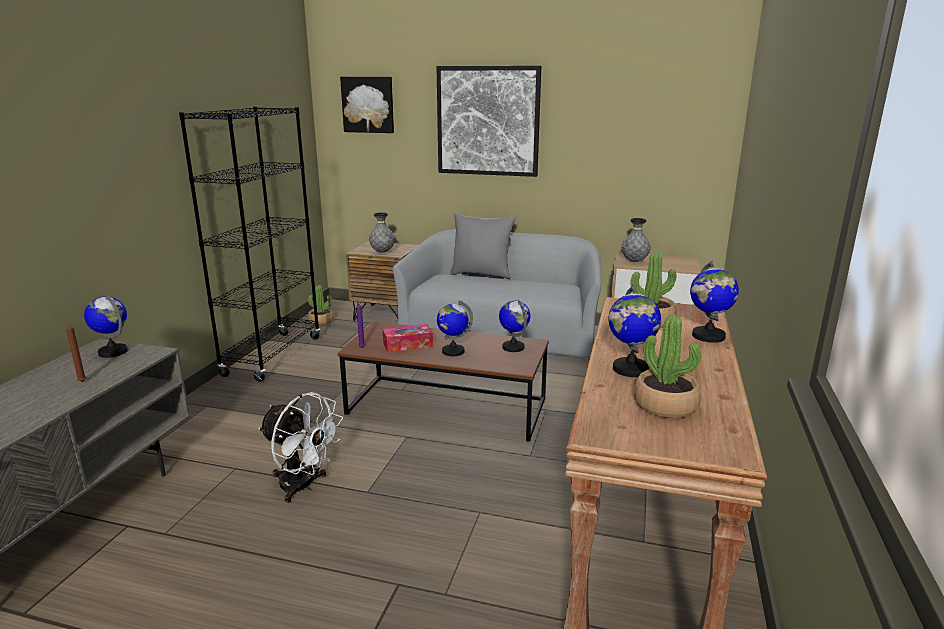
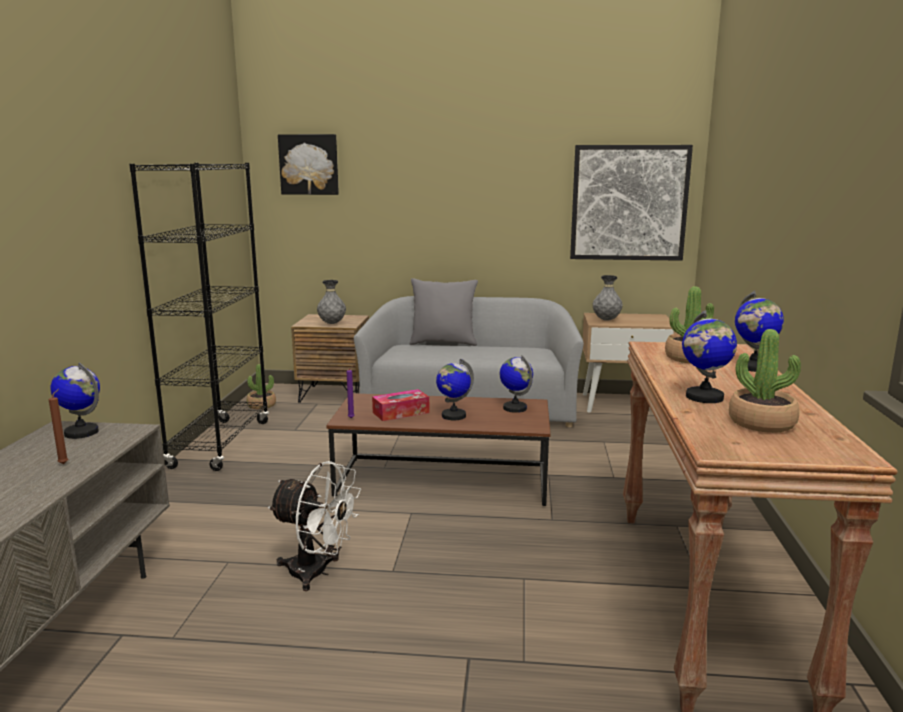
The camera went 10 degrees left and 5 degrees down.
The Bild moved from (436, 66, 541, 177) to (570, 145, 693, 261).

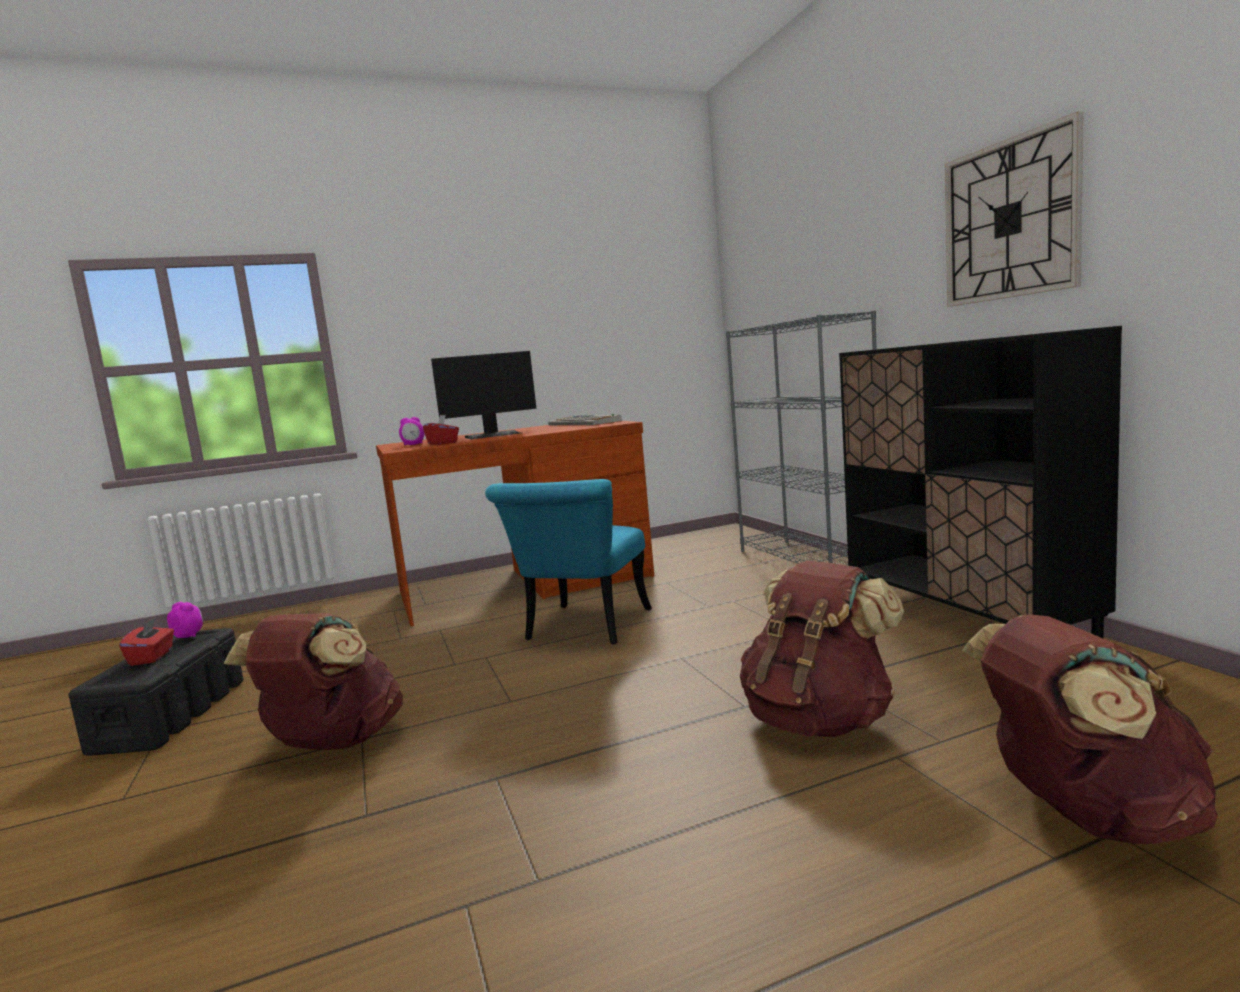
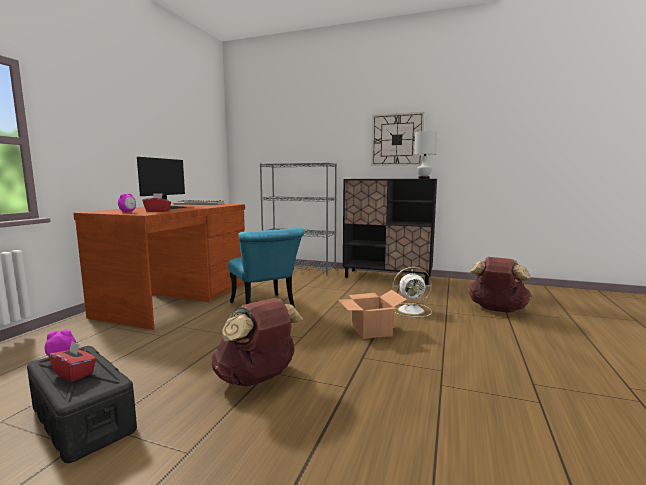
The camera went 50 degrees left and 0 degrees up.
The Rucksack [braun] at (740, 560, 904, 737) was replaced by the Ventilator [weiß] at (392, 267, 432, 317).
The Tischlampe [weiß] at (414, 131, 437, 179) appeared.
The Karton at (338, 290, 407, 339) appeared.

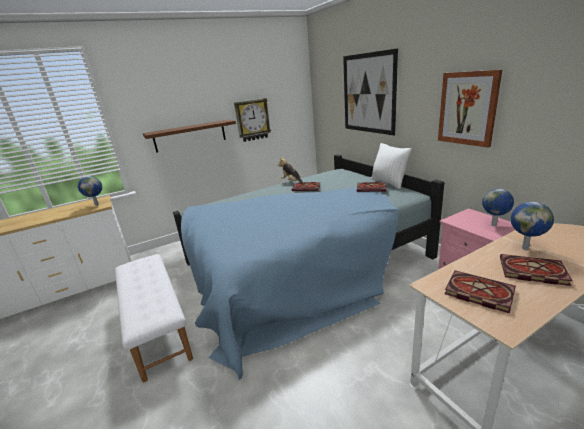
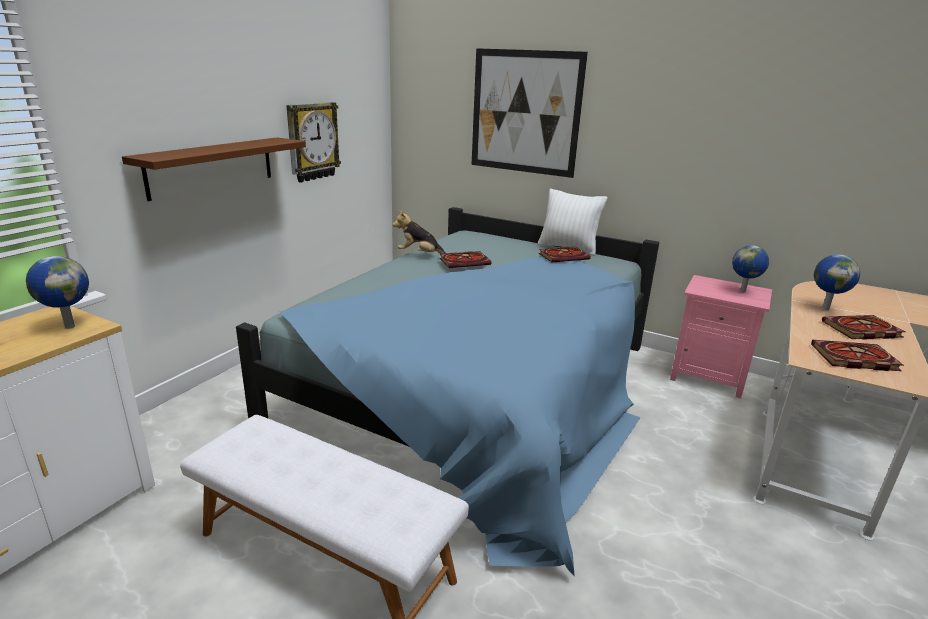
The camera went 35 degrees left and 0 degrees up.
The Bild at (438, 70, 502, 148) disappeared.

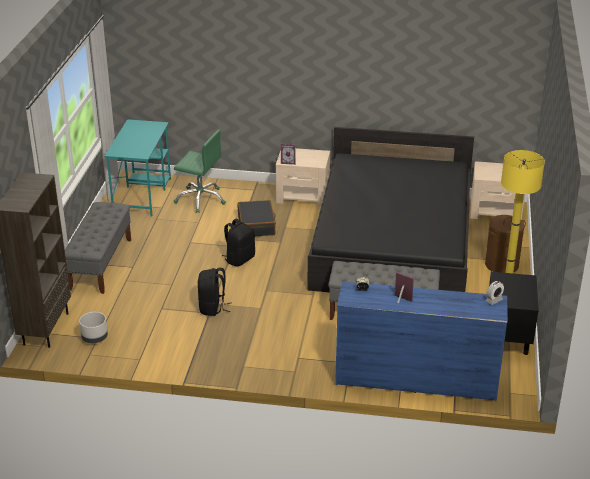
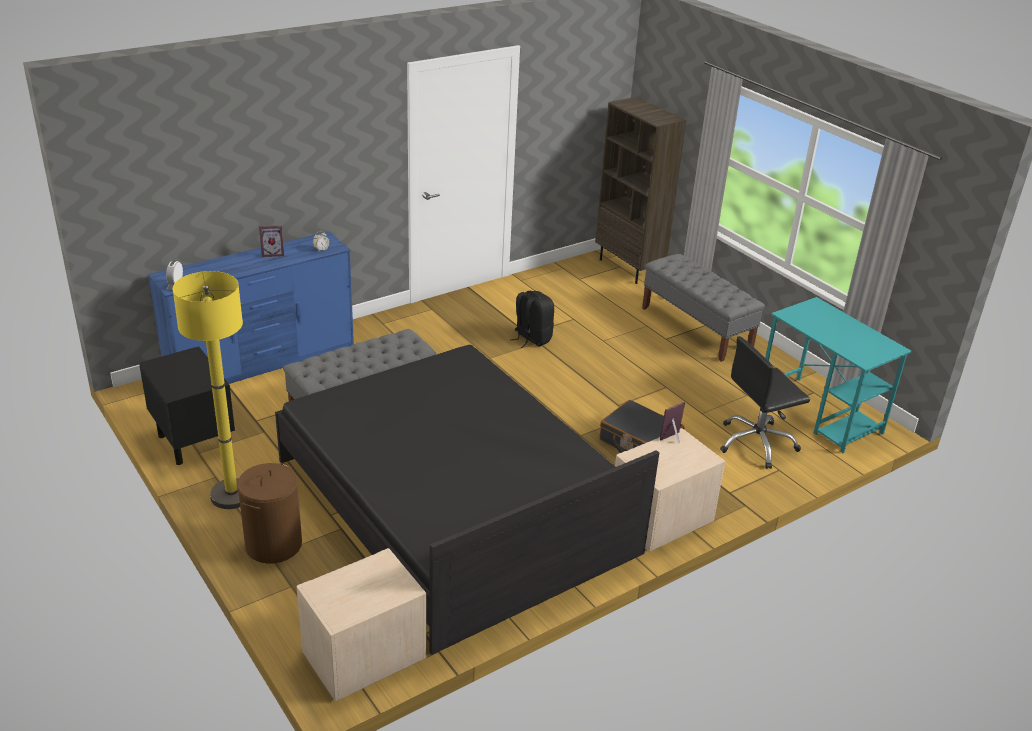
The camera went 135 degrees right and 0 degrees up.
The Bürostuhl [grün] at (174, 130, 226, 213) became the Bürostuhl [schwarz] at (720, 336, 810, 469).
The Rucksack [schwarz] at (222, 219, 255, 266) disappeared.
The Pflanzkübel [grau] at (79, 312, 108, 343) disappeared.

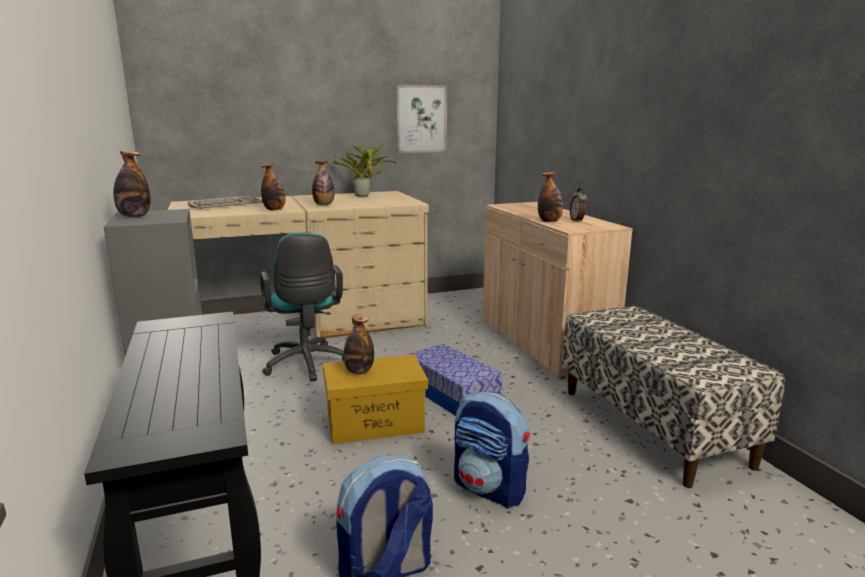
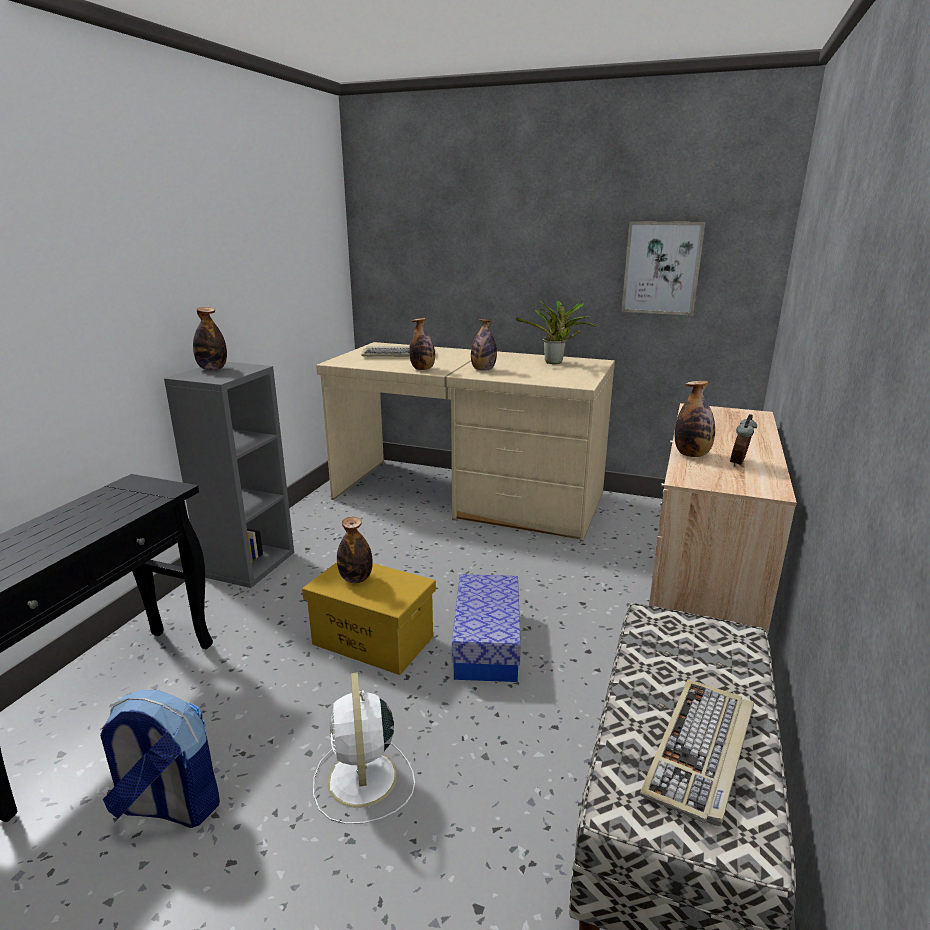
The camera went 40 degrees right and 5 degrees up.
The Bürostuhl [türkis] at (260, 232, 344, 382) disappeared.
The Rucksack at (454, 392, 530, 507) was replaced by the Ventilator [weiß] at (313, 672, 415, 824).
The Tastatur at (640, 679, 754, 826) appeared.

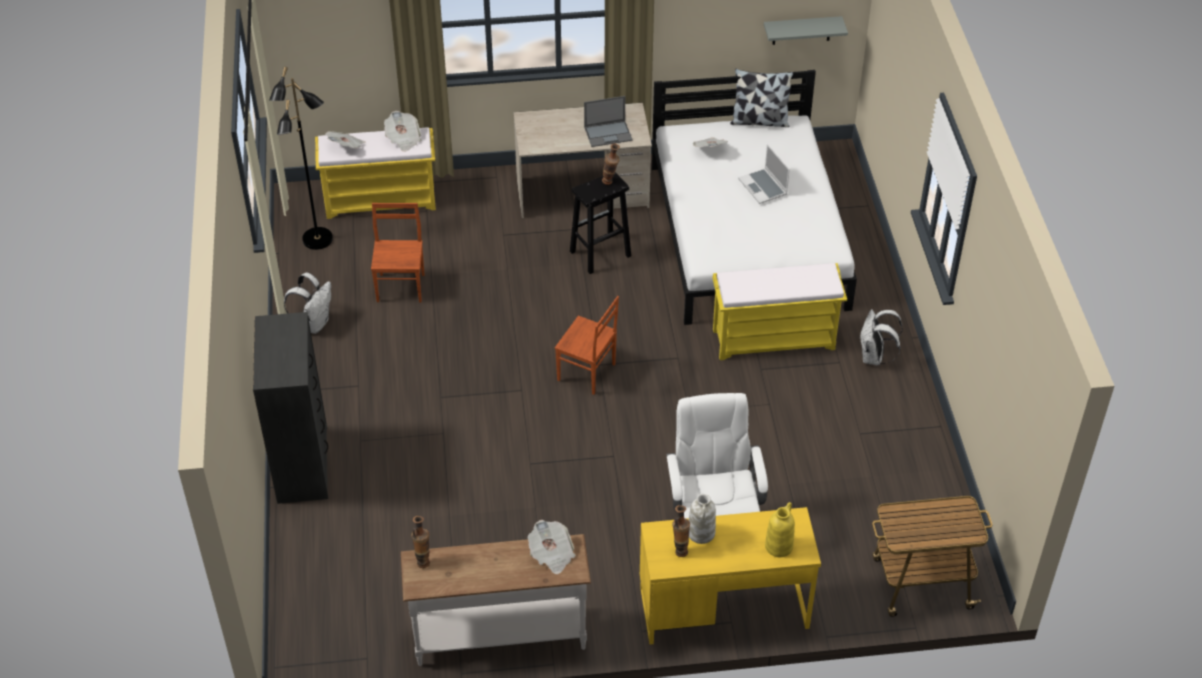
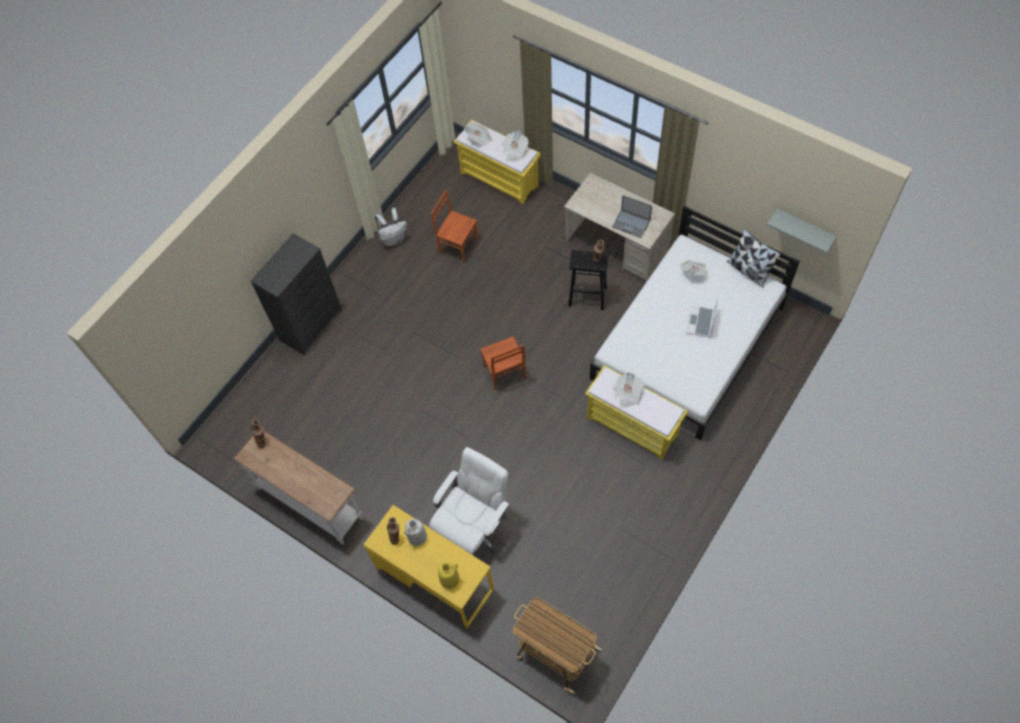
The camera went 45 degrees right and 15 degrees up.
The Stehlampe [schwarz] at (269, 67, 333, 250) disappeared.
The Stuhl [braun] at (371, 203, 425, 302) turned 105 degrees counterclockwise.
The Rucksack [weiß] at (859, 309, 903, 366) disappeared.
The Zeitung moved from (528, 520, 576, 574) to (613, 372, 644, 408).

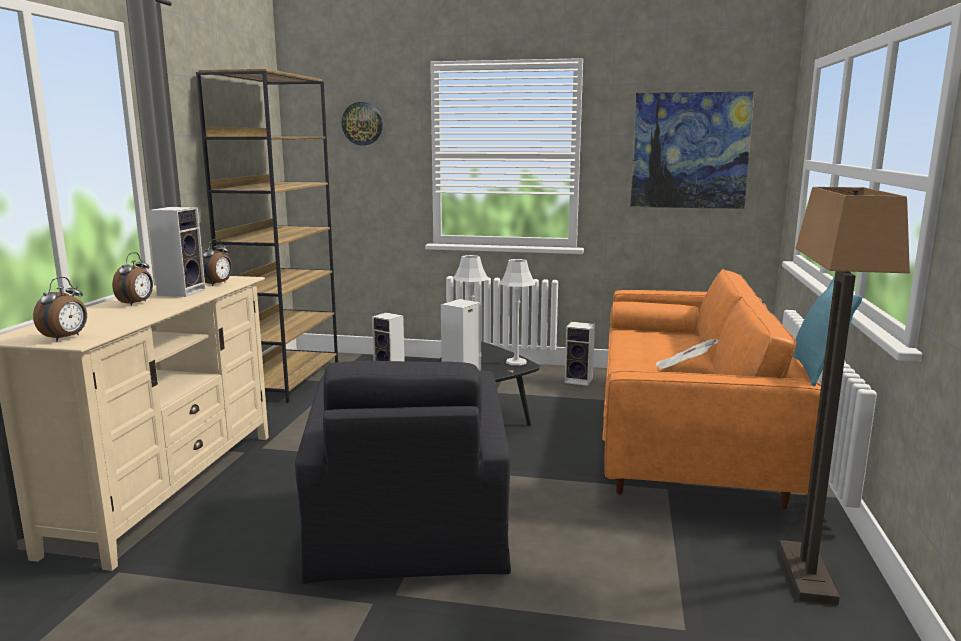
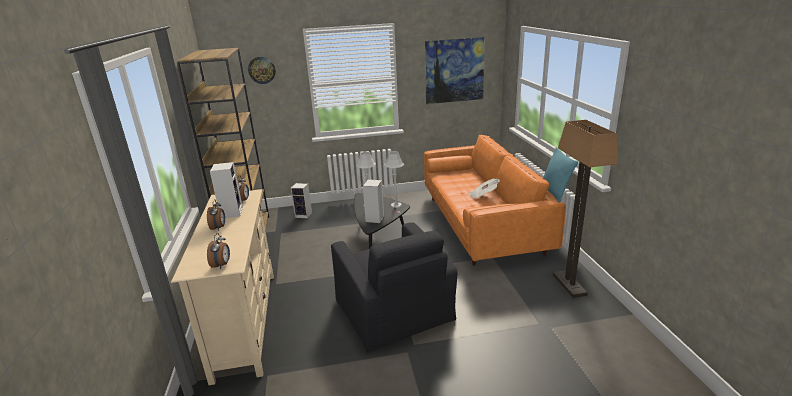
The camera went 20 degrees left and 10 degrees up.
The Lautsprecher at (565, 322, 595, 386) disappeared.

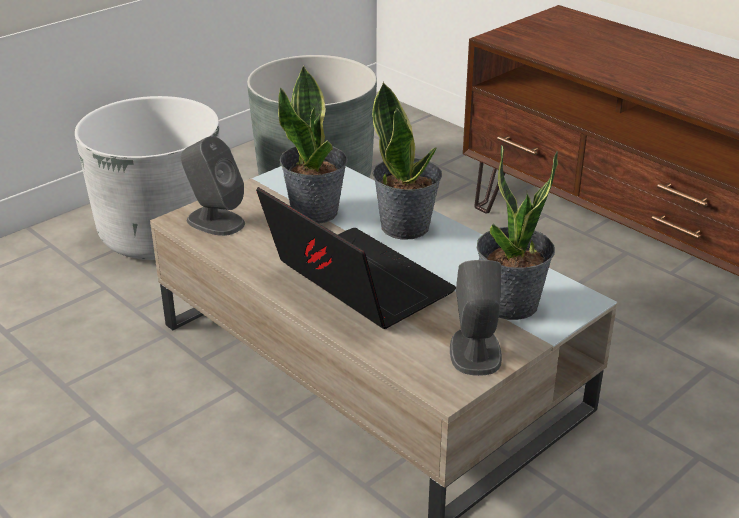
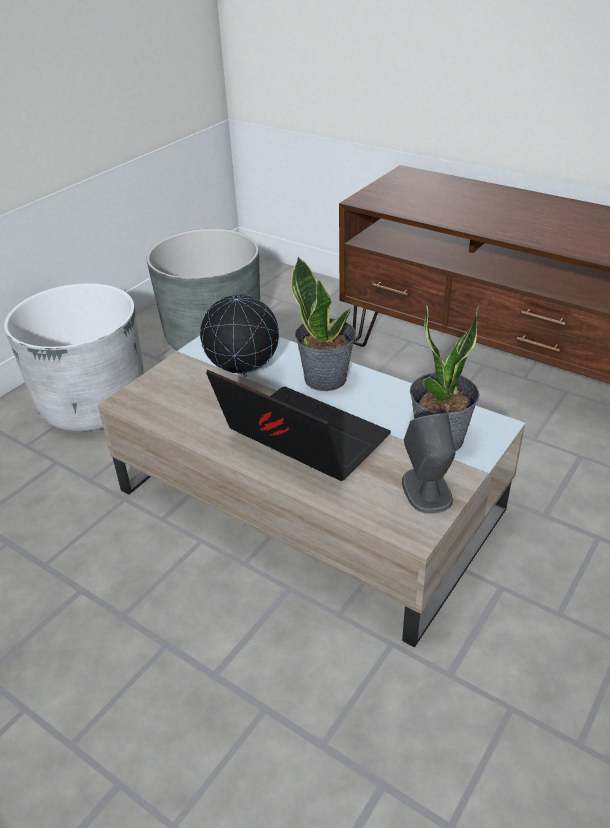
The camera went 10 degrees left and 5 degrees up.
The Topfpflanze at (278, 65, 347, 224) was replaced by the Globus at (200, 290, 279, 377).
The Lautsprecher [grau] at (181, 136, 245, 236) disappeared.

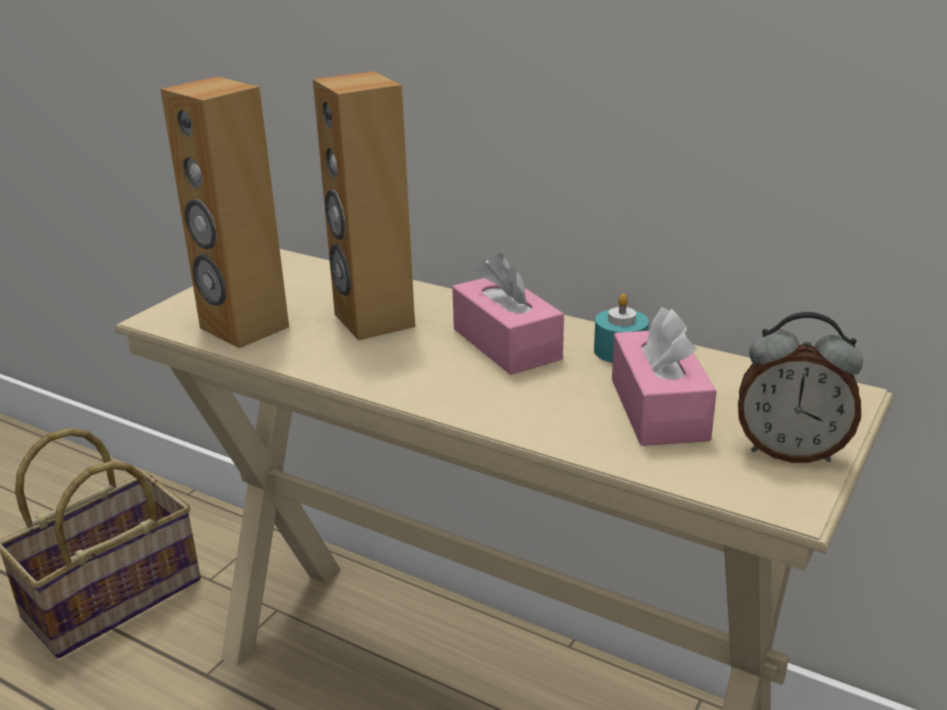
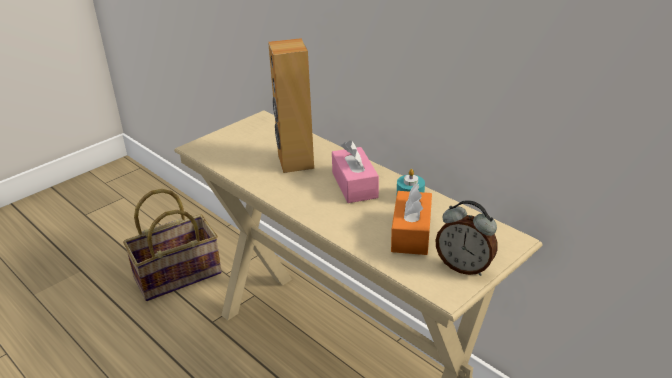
The camera went 15 degrees right and 5 degrees up.
The Lautsprecher [braun] at (161, 77, 289, 348) disappeared.
The Taschentuchbox [rosa] at (612, 307, 717, 446) became the Taschentuchbox [orange] at (391, 183, 432, 255).

